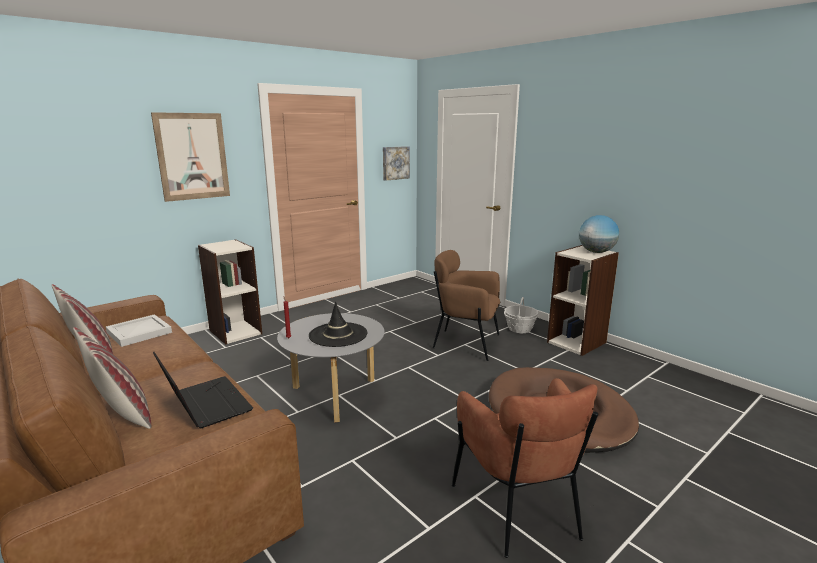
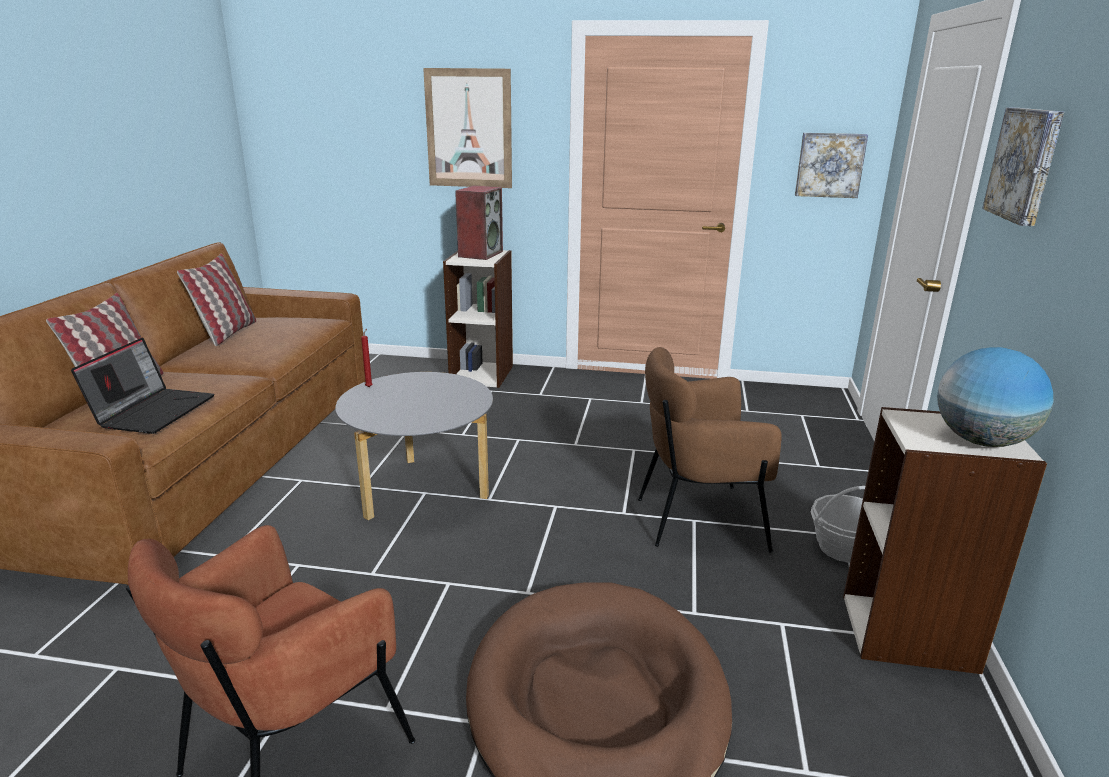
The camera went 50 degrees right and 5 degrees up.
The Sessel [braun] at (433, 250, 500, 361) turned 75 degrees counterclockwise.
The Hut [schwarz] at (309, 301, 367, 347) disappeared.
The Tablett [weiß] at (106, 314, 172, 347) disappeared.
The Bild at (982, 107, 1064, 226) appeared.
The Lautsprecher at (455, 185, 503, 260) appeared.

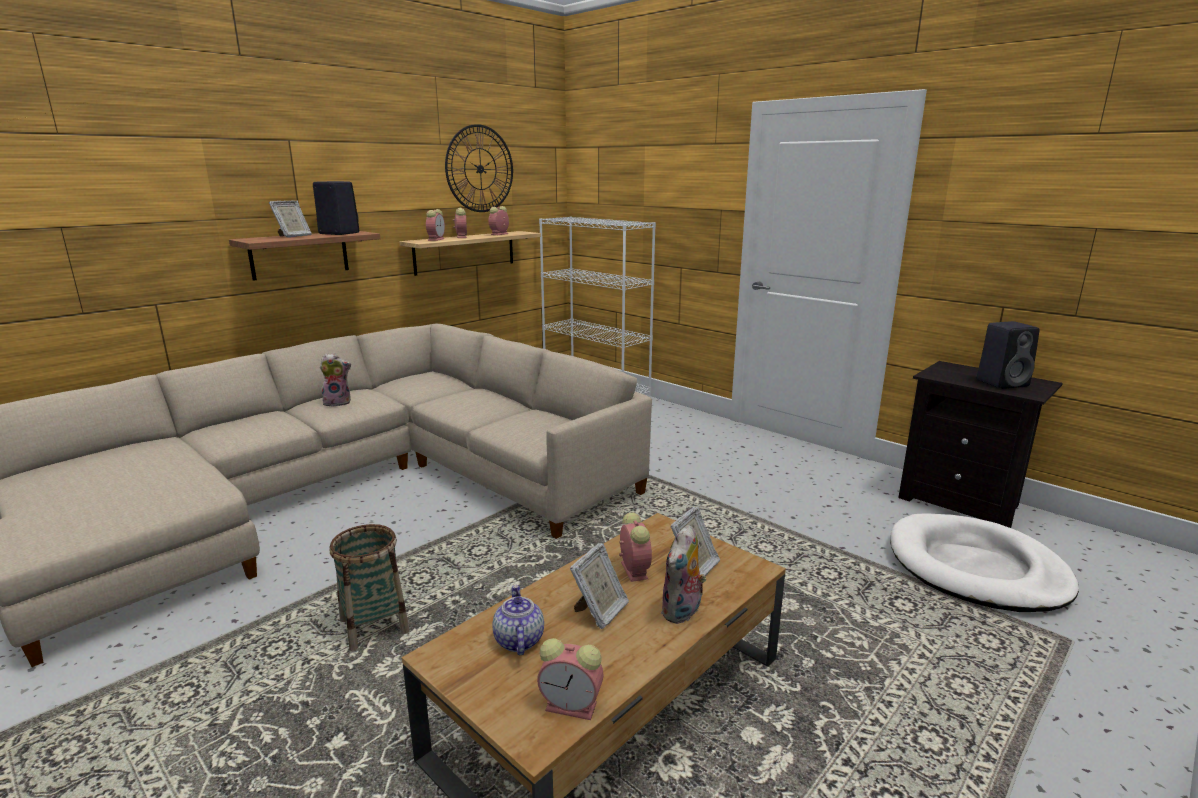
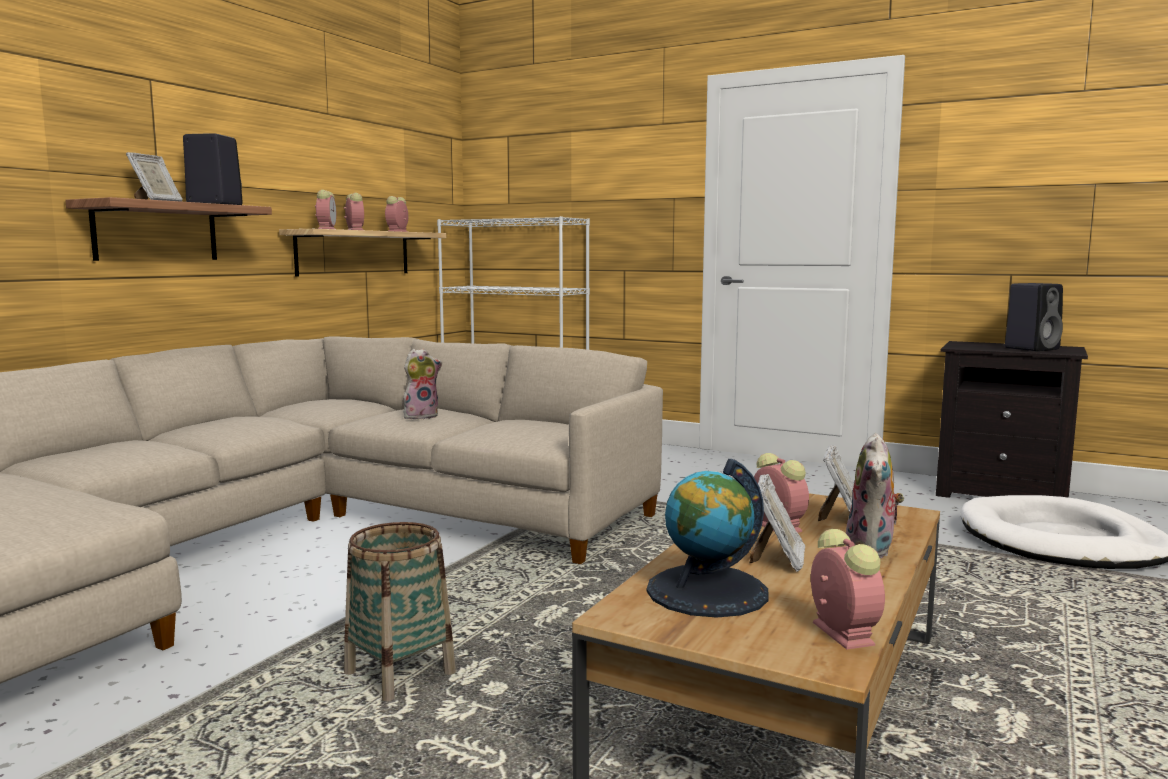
The camera went 15 degrees left and 10 degrees down.
The Wanduhr at (445, 124, 513, 212) disappeared.
The Plüschtier moved from (320, 353, 351, 406) to (403, 349, 442, 419).
The Teekanne at (492, 585, 544, 656) was replaced by the Globus at (647, 459, 769, 618).
The Wecker at (537, 638, 604, 720) turned 105 degrees counterclockwise.

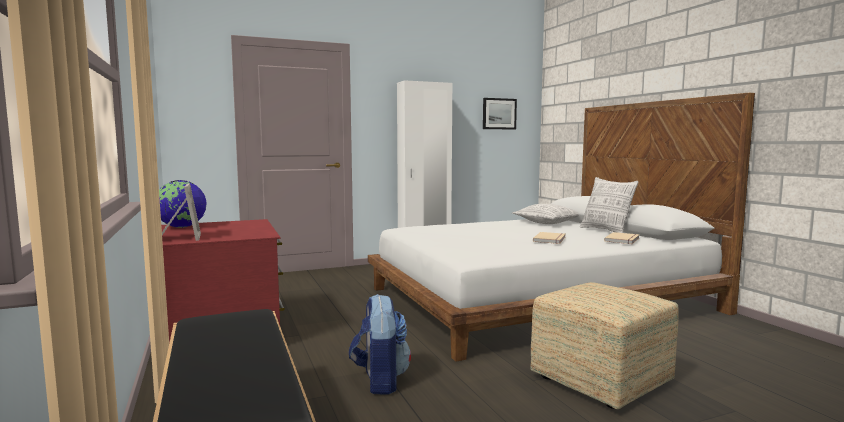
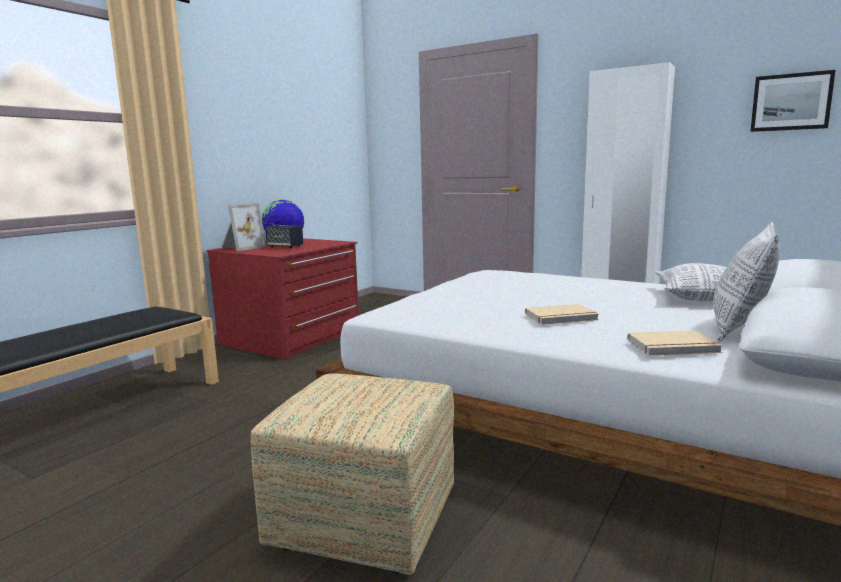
The camera went 55 degrees right and 5 degrees up.
The Rucksack at (349, 294, 411, 395) disappeared.
The Lautsprecher at (265, 225, 303, 248) appeared.

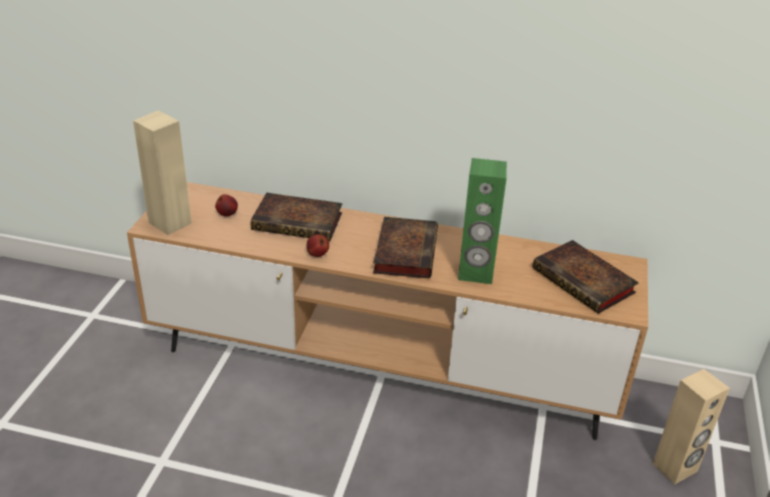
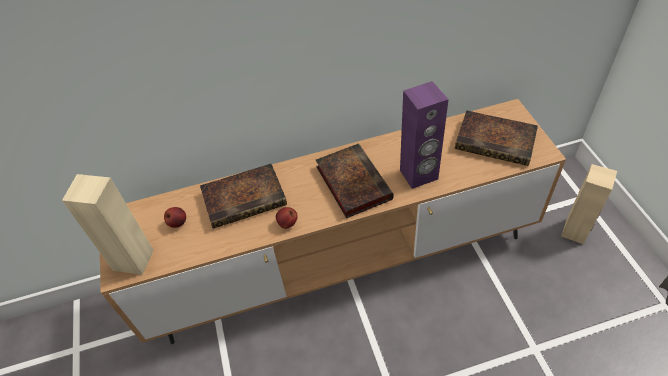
The camera went 25 degrees left and 15 degrees up.
The Lautsprecher [grün] at (458, 158, 507, 284) became the Lautsprecher [lila] at (400, 81, 449, 189).

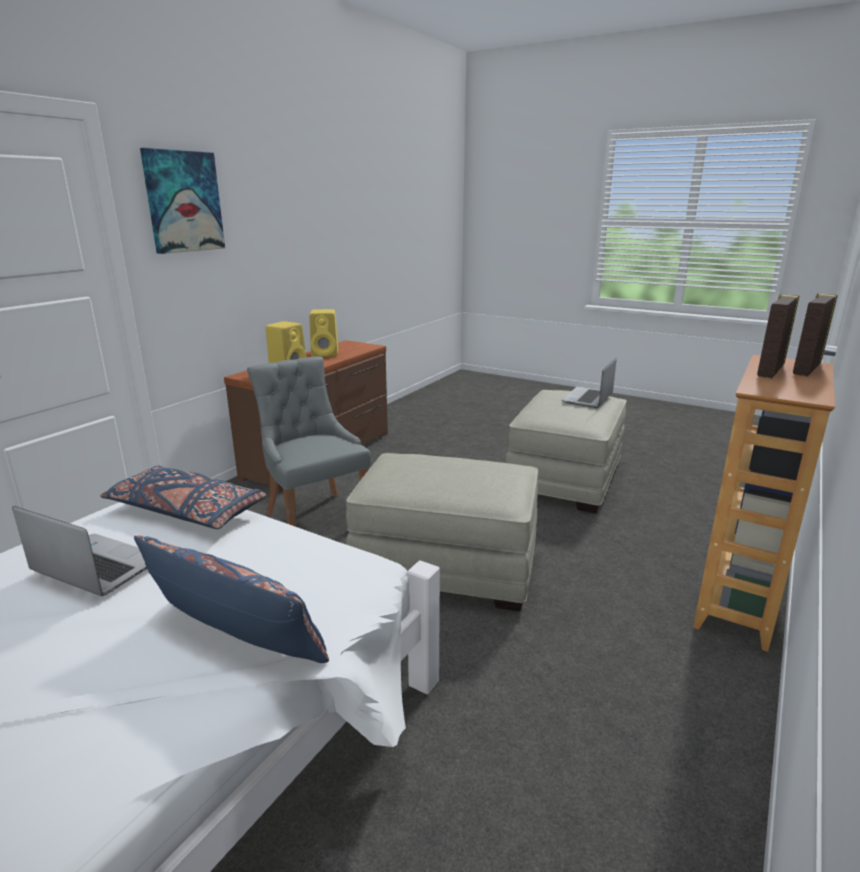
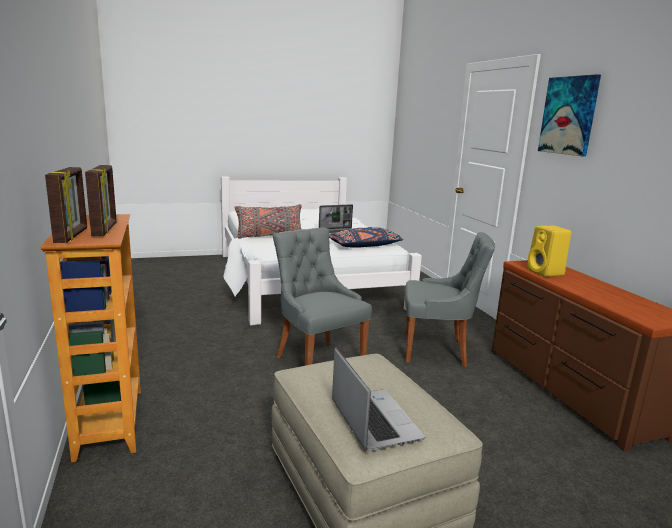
The camera went 130 degrees right and 5 degrees down.
The Lautsprecher [gelb] at (309, 309, 338, 357) disappeared.
The Polsterhocker [beige] at (346, 453, 538, 611) was replaced by the Stuhl [grau] at (273, 228, 372, 366).
The Kissen [blau] at (134, 535, 329, 663) became the Kissen [grau] at (234, 204, 302, 239).

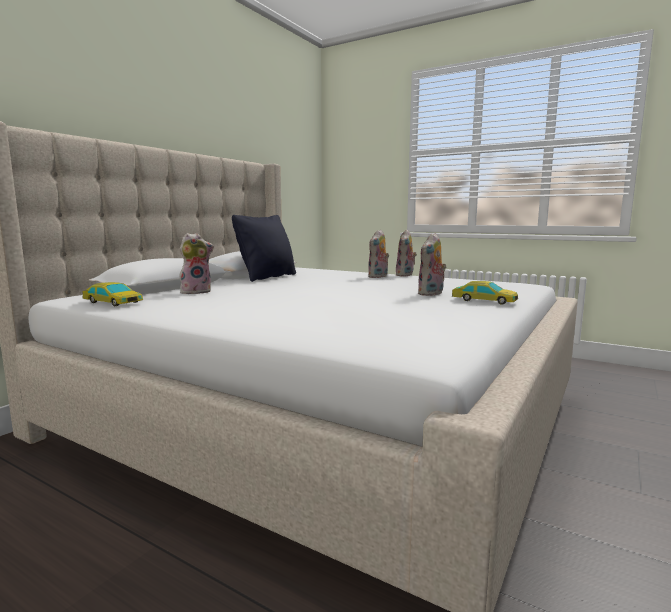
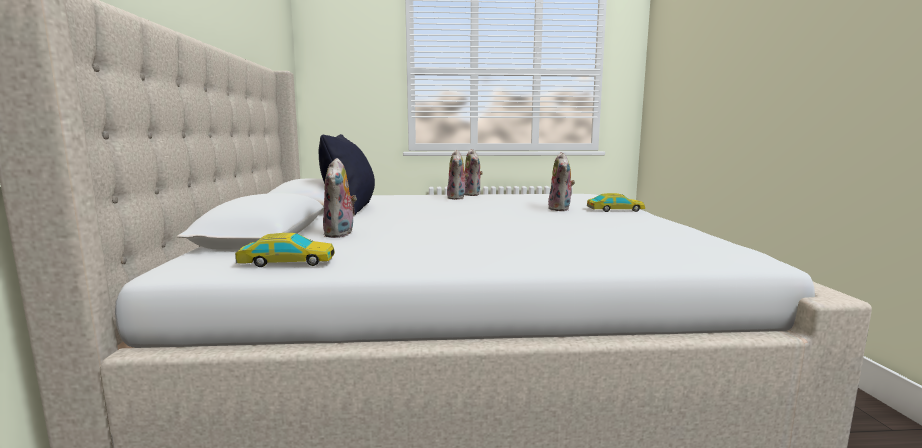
The camera went 35 degrees left and 0 degrees up.
The Plüschtier at (179, 233, 214, 294) turned 150 degrees clockwise.

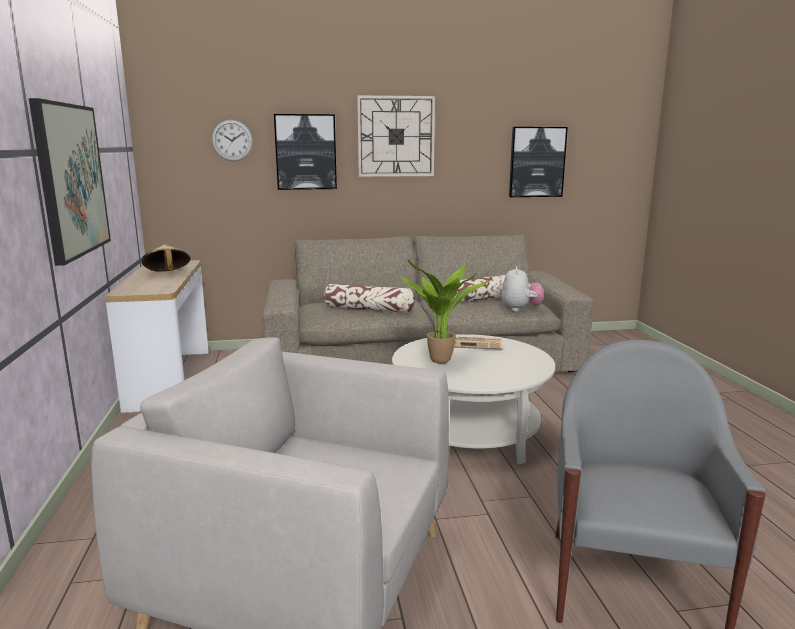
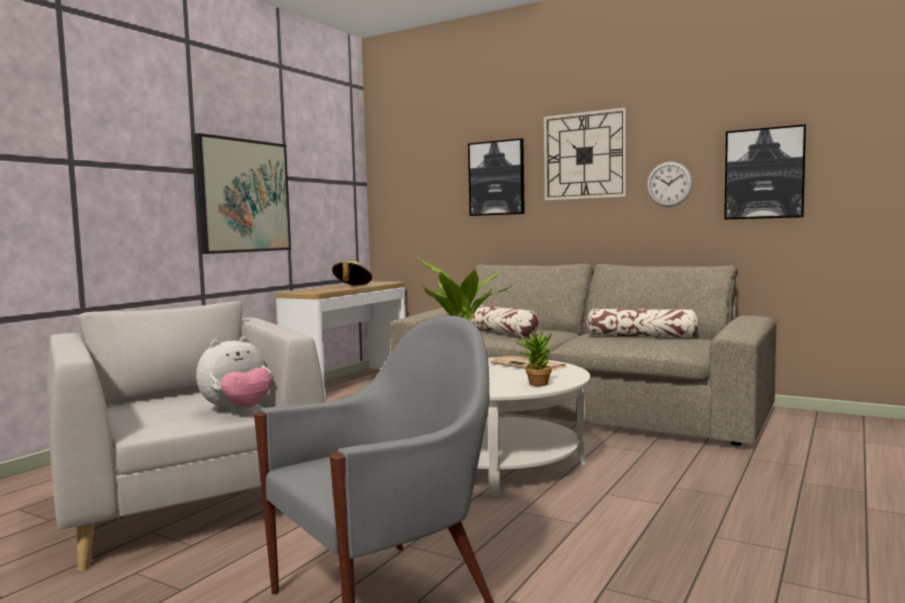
The camera went 40 degrees right and 10 degrees down.
The Wanduhr moved from (212, 120, 253, 161) to (647, 161, 693, 207).
The Plüschtier moved from (501, 266, 544, 312) to (196, 336, 272, 412).
The Topfpflanze at (515, 329, 553, 386) appeared.

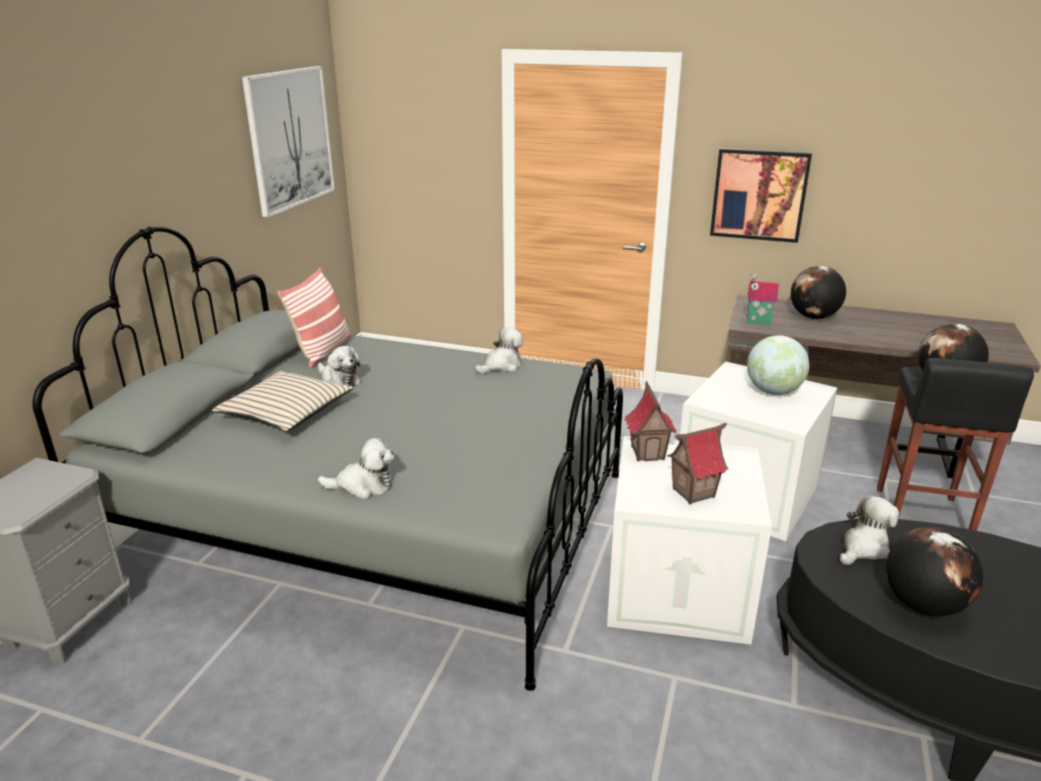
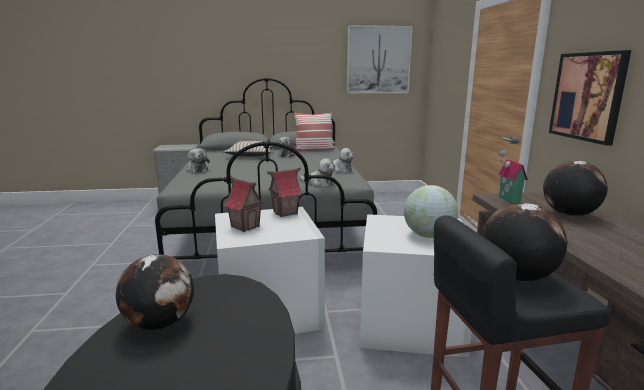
The camera went 65 degrees right and 10 degrees down.
The Plüschtier moved from (840, 495, 899, 565) to (299, 158, 335, 187).

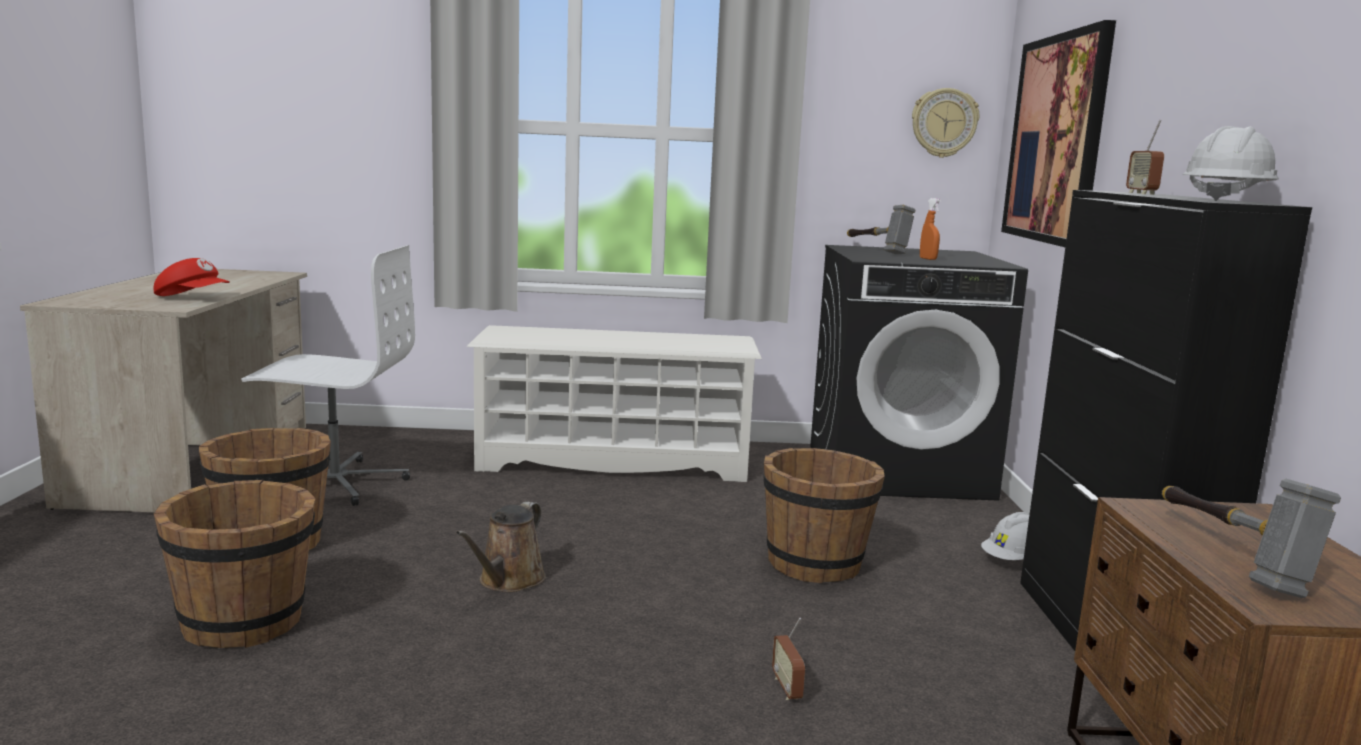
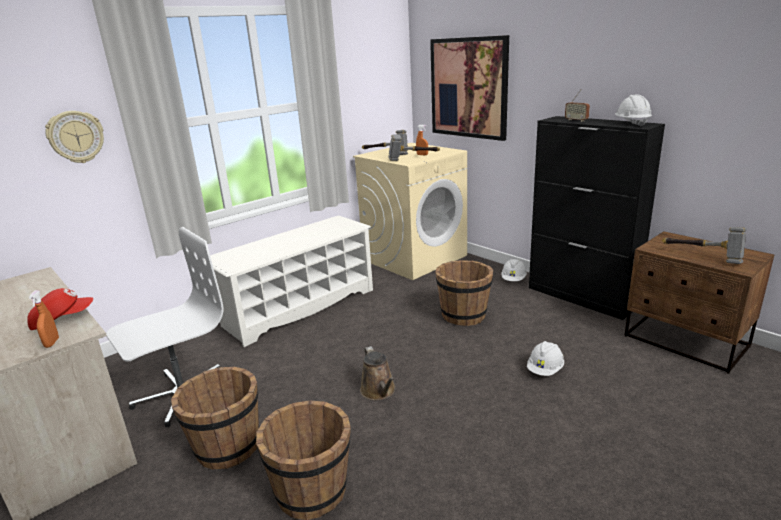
The camera went 40 degrees left and 10 degrees up.
The Wanduhr moved from (912, 88, 979, 158) to (45, 111, 104, 163).
The Waschmaschine [schwarz] at (810, 245, 1028, 501) became the Waschmaschine [beige] at (353, 143, 467, 280).
The Radio at (772, 618, 805, 700) was replaced by the Schutzhelm [weiß] at (527, 341, 564, 376).
The Hammer at (388, 134, 440, 161) appeared.
The Sprühflasche [orange] at (29, 290, 59, 348) appeared.

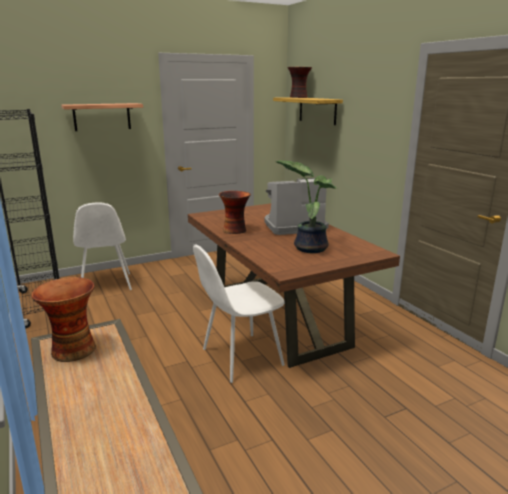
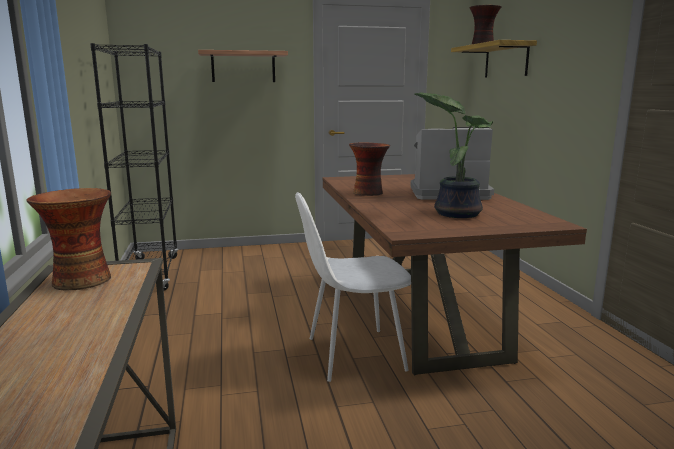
The camera went 15 degrees right and 5 degrees down.
The Stuhl [weiß] at (73, 203, 132, 290) disappeared.

